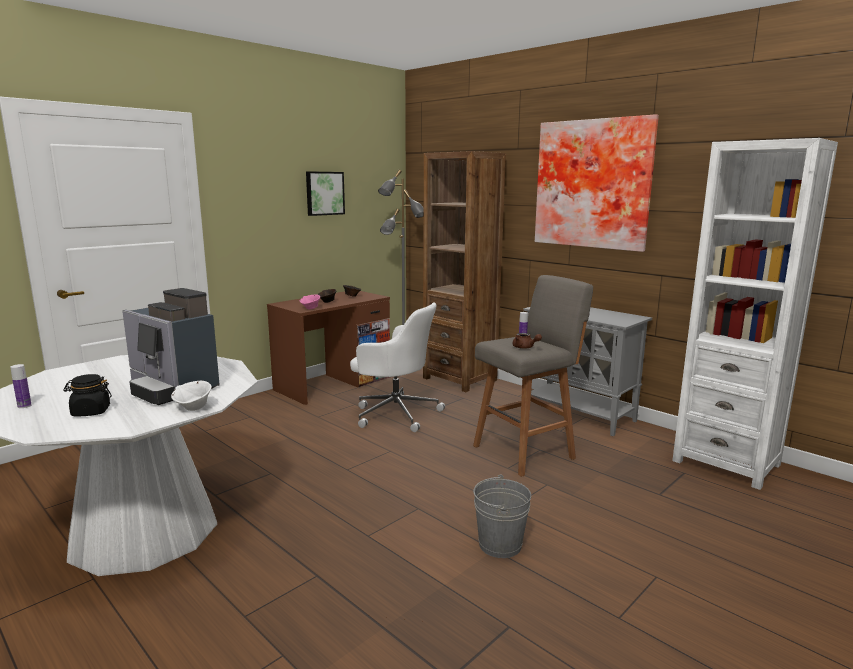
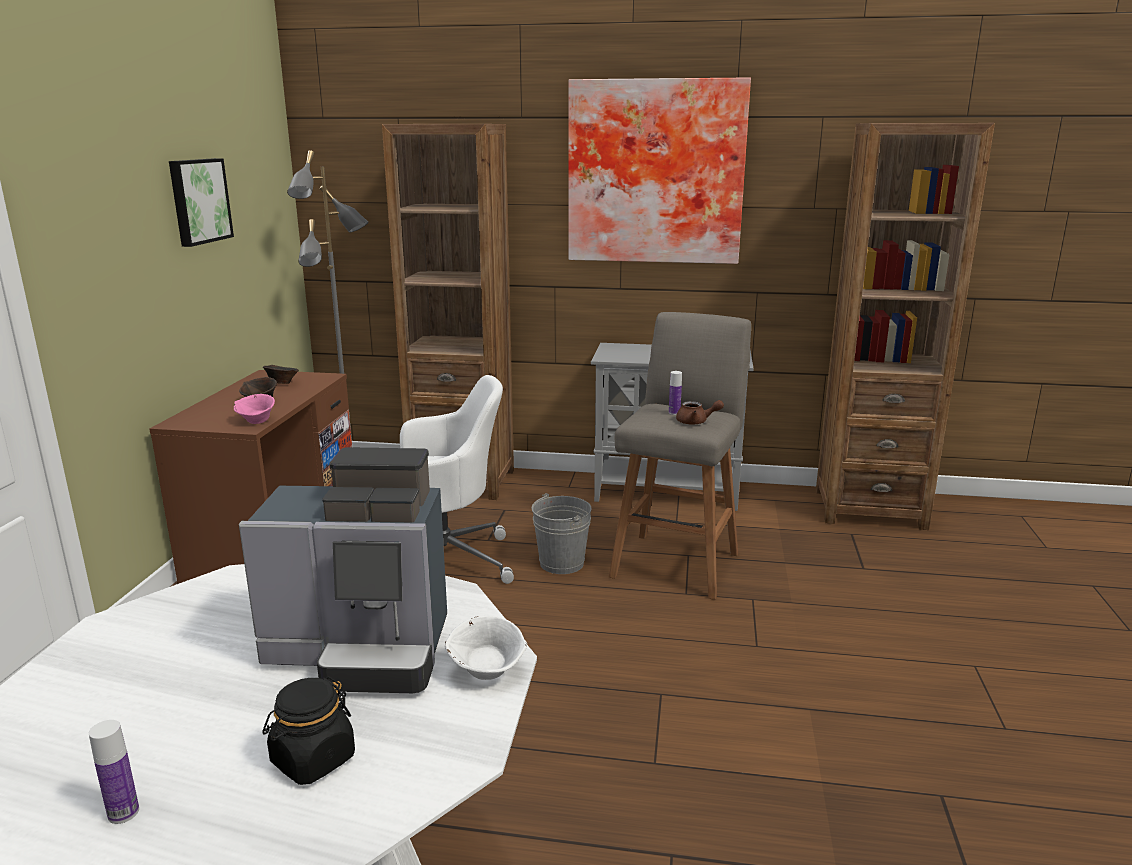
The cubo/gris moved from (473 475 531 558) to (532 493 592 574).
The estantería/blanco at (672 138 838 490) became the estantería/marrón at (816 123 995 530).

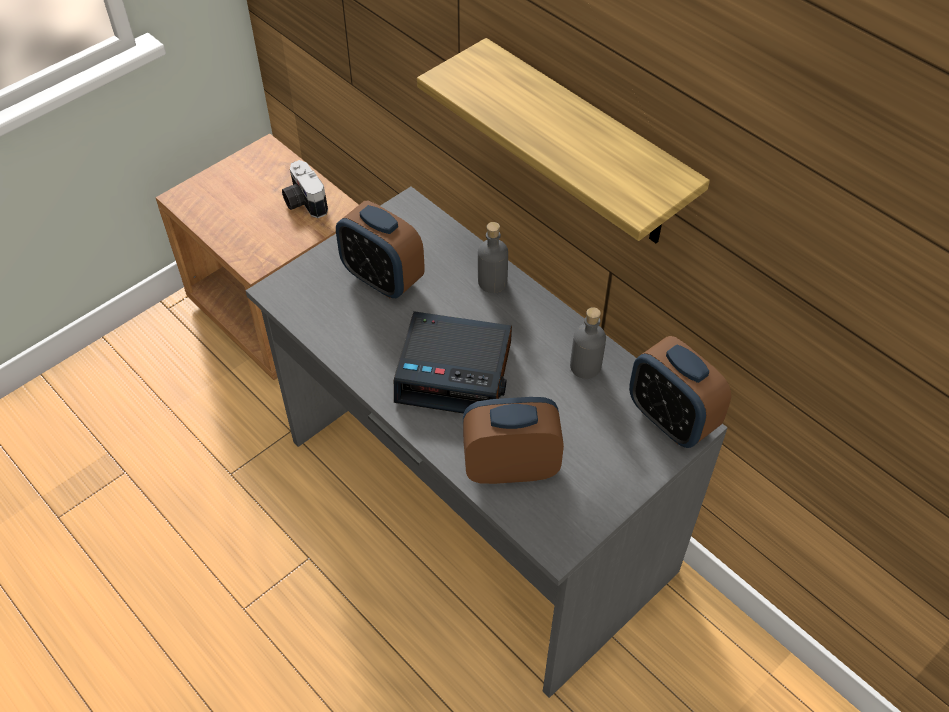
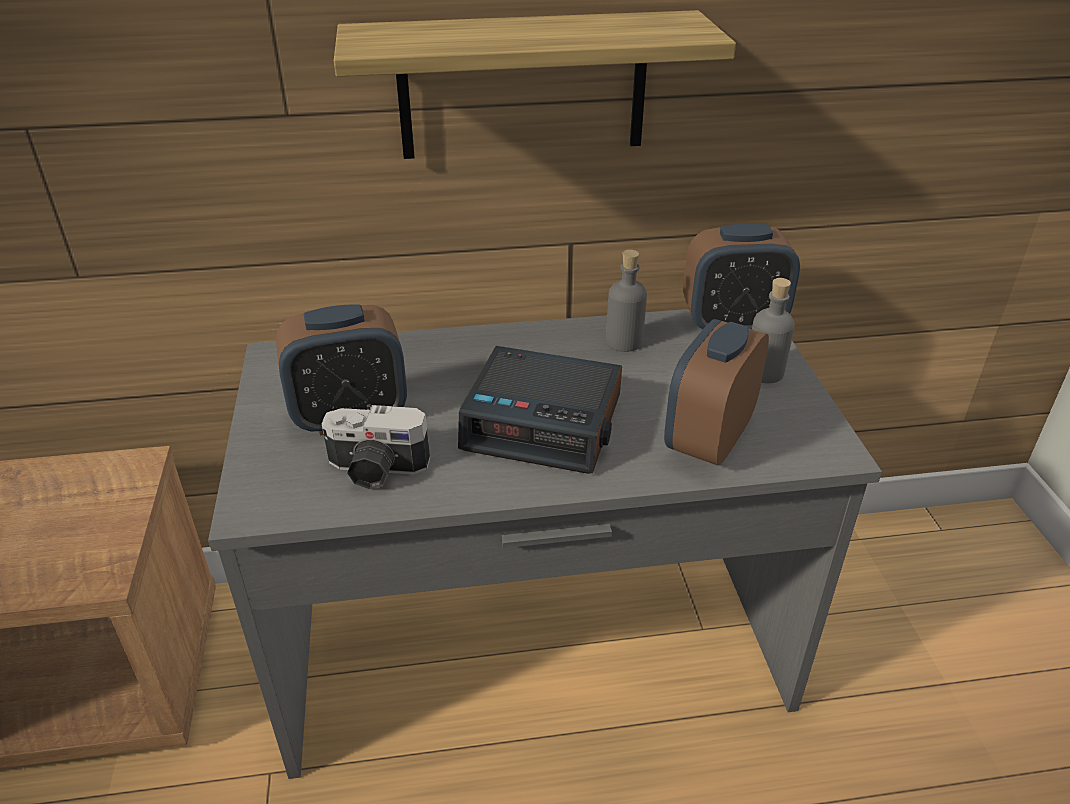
The cámara moved from (282 160 328 218) to (321 405 430 489).
The despertador at (394 311 512 414) turned 60 degrees clockwise.
The botella/gris moved from (478 222 508 293) to (752 278 795 383).

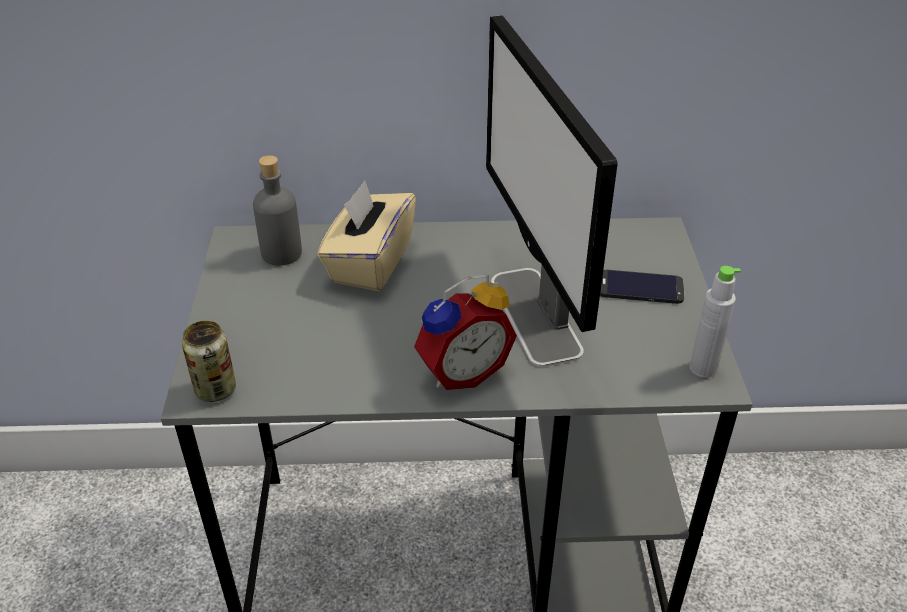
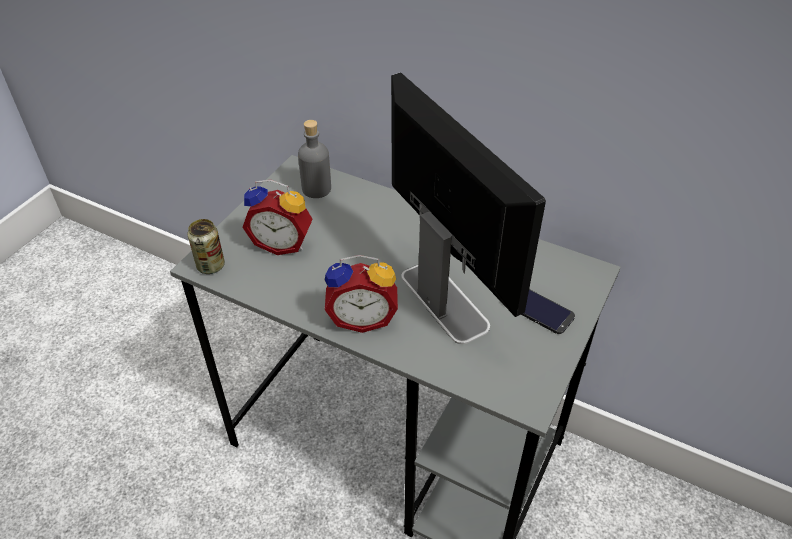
The despertador at (243 180 313 255) appeared.
The monitor at (486 15 618 367) turned 135 degrees clockwise.
The caja de pañuelos/beis at (317 180 416 291) disappeared.
The botella/gris at (689 266 741 378) disappeared.

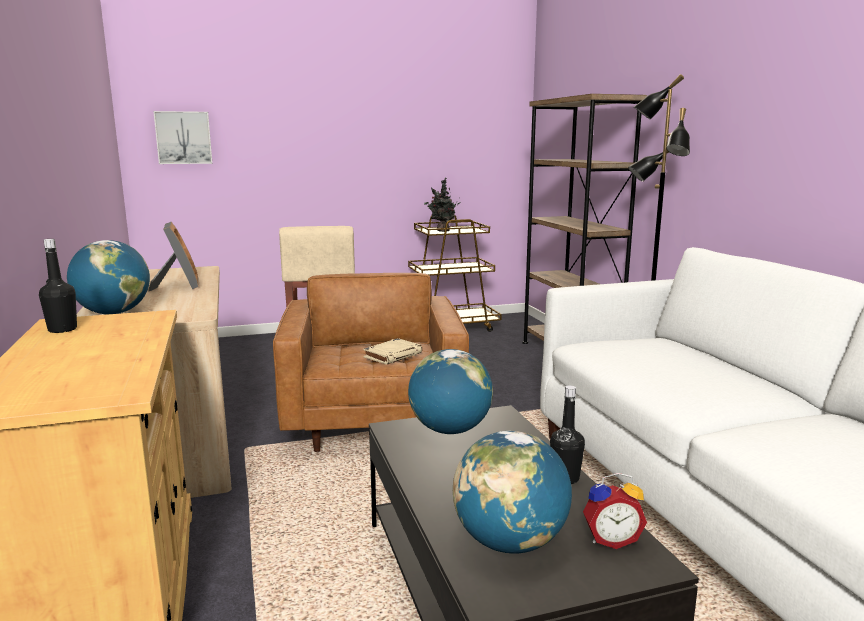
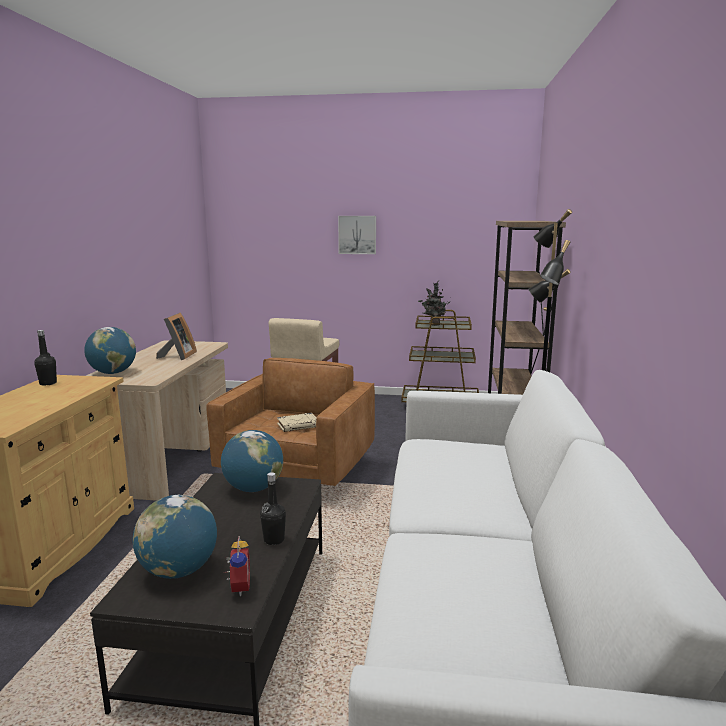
The despertador at (583 473 647 549) turned 120 degrees counterclockwise.
The cuadro moved from (153 111 212 164) to (338 216 376 254).

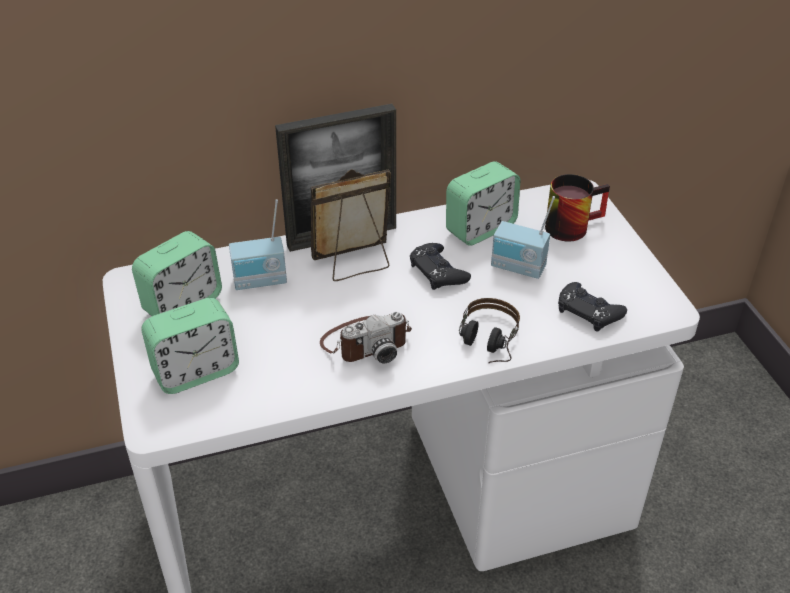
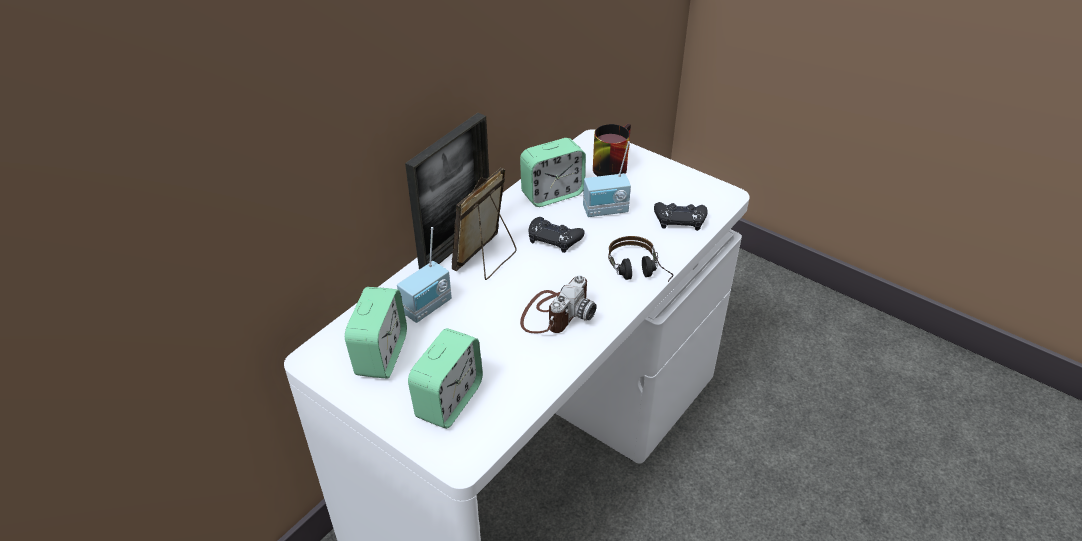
The despertador at (446 161 520 246) turned 45 degrees clockwise.

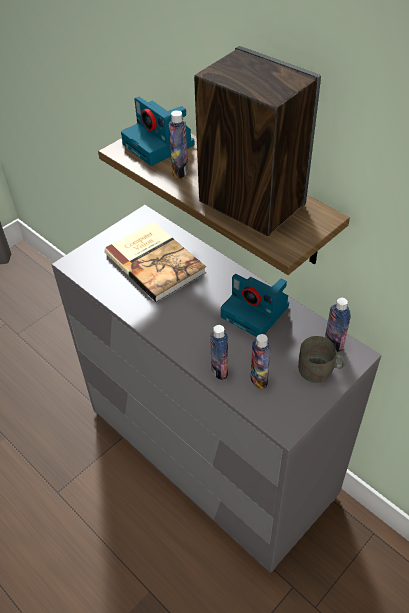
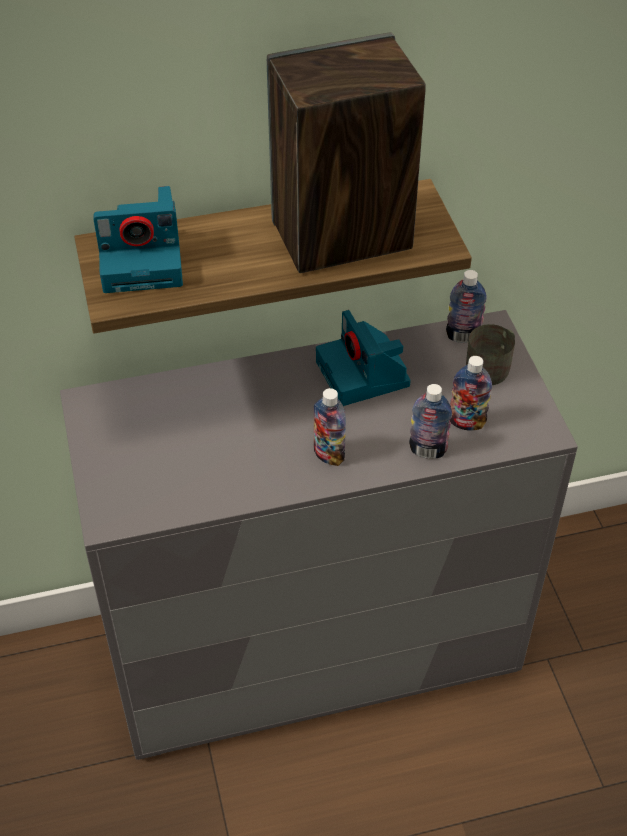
The botella moved from (169 110 188 178) to (314 388 346 466).
The cámara at (221 274 289 337) turned 90 degrees clockwise.
The libro at (104 222 206 302) disappeared.

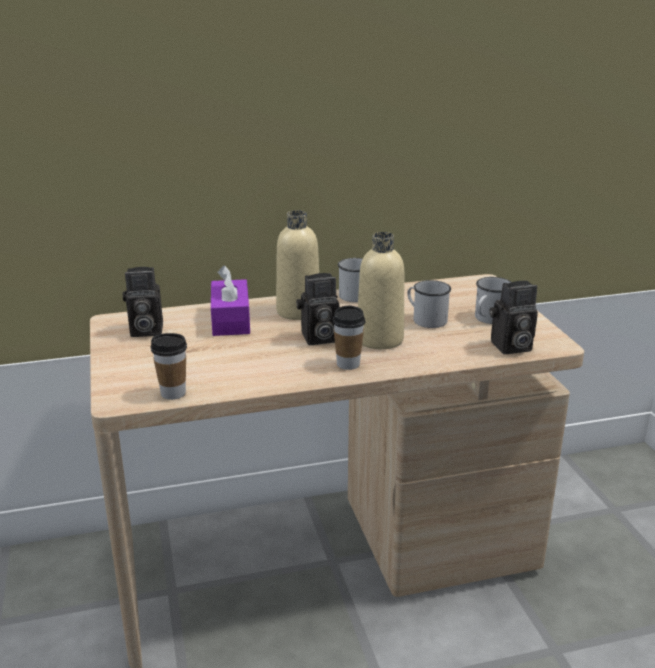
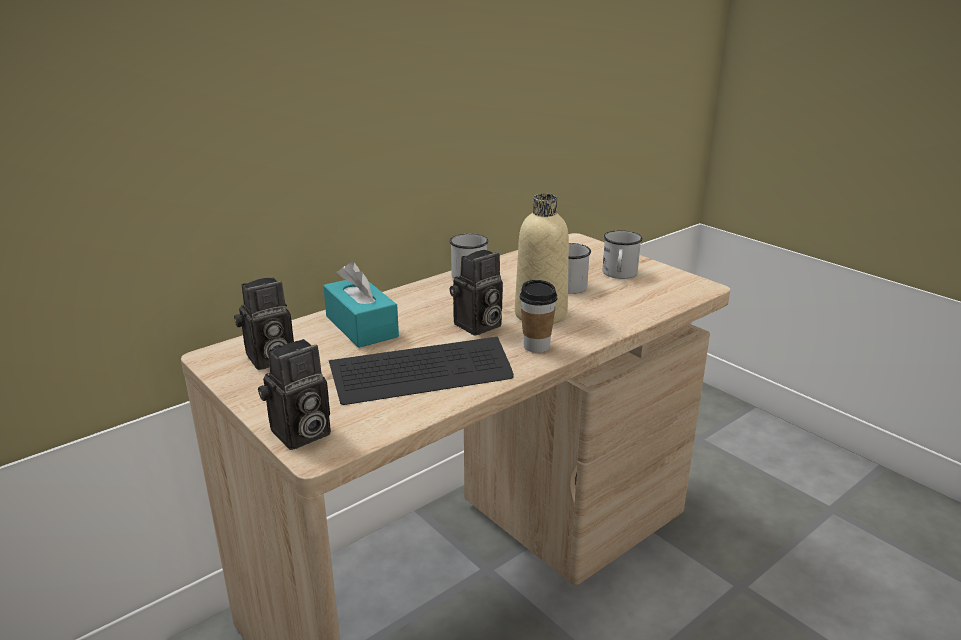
The cámara moved from (490 281 538 354) to (258 339 331 450).
The caja de pañuelos/morado at (211 265 250 336) became the caja de pañuelos/turquesa at (323 262 399 348).
The teclado at (329 337 514 405) appeared.
The taza at (151 333 187 400) disappeared.
The botella/beis at (276 210 319 320) disappeared.

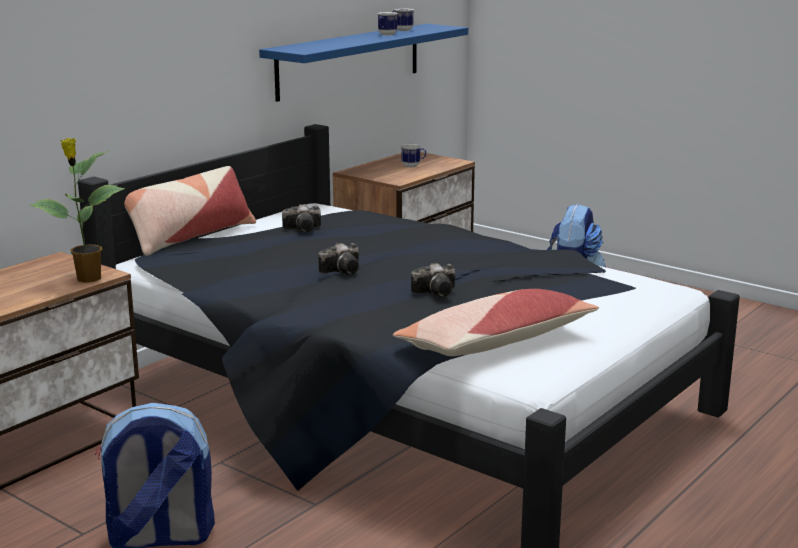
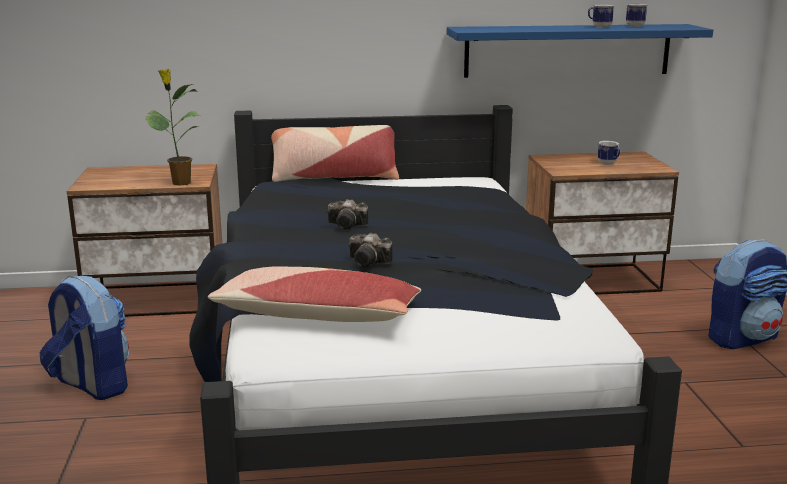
The cámara at (282 204 321 232) disappeared.

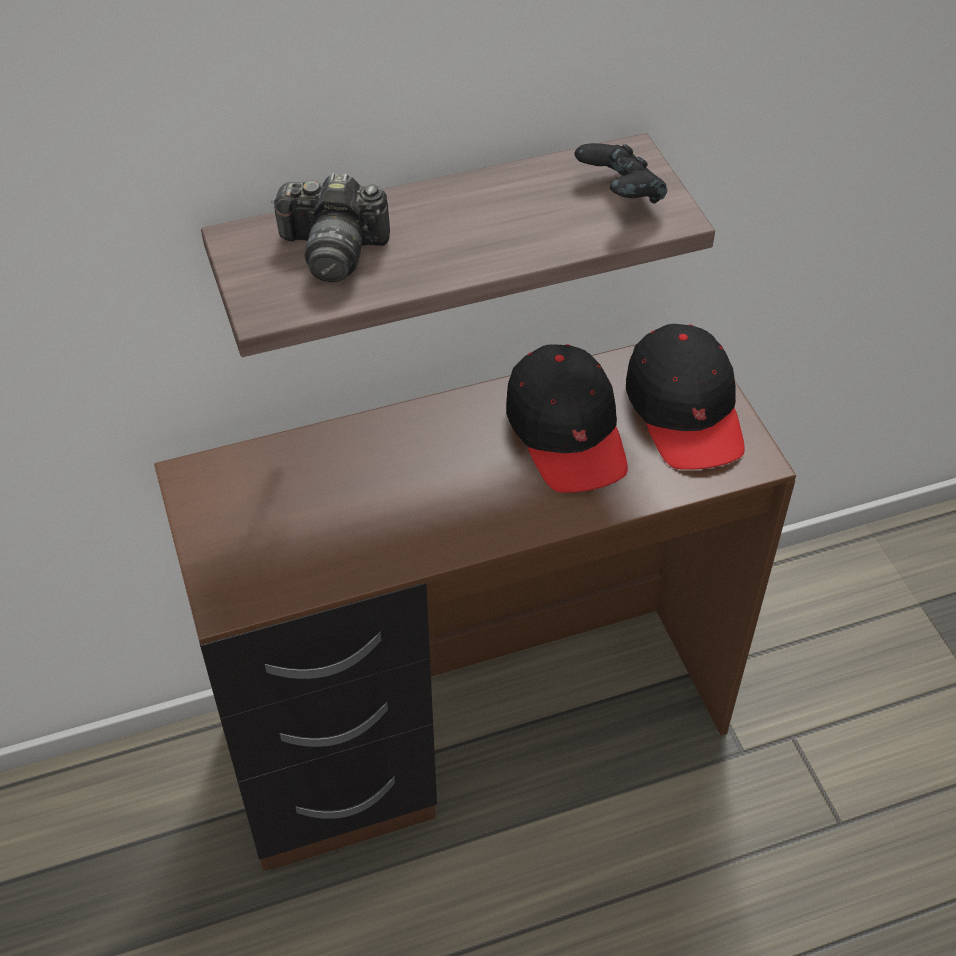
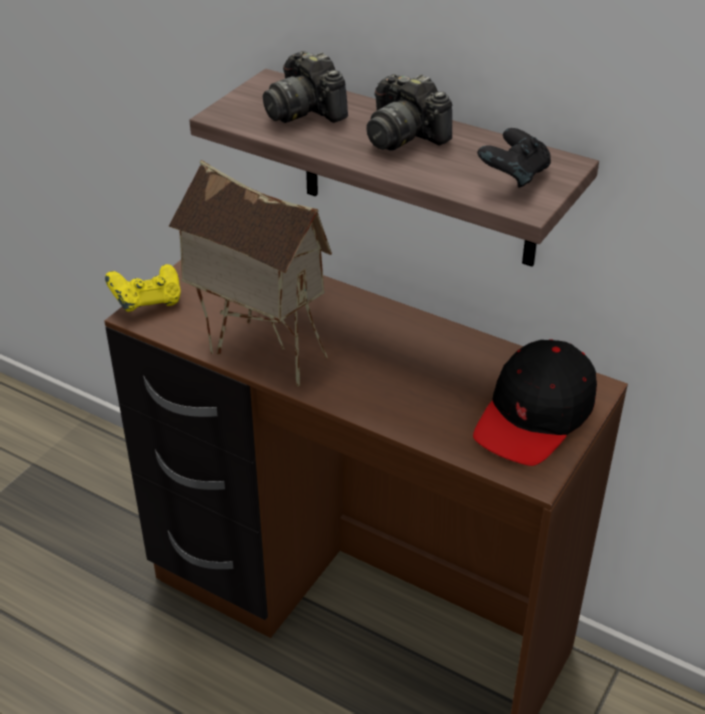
The mando de consola/amarillo at (105 264 181 312) appeared.
The casita at (168 160 332 387) appeared.
The cámara at (366 74 452 151) appeared.
The gorra/negro at (506 344 628 493) disappeared.

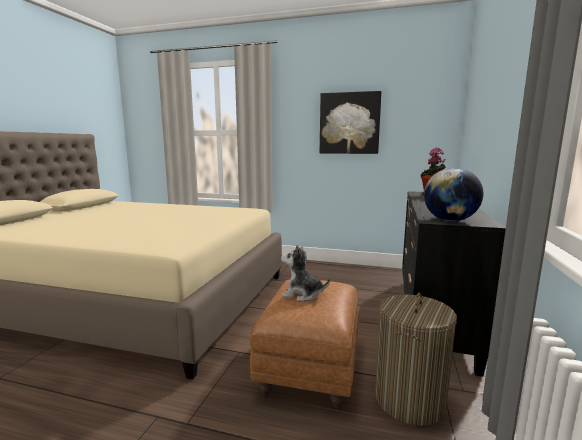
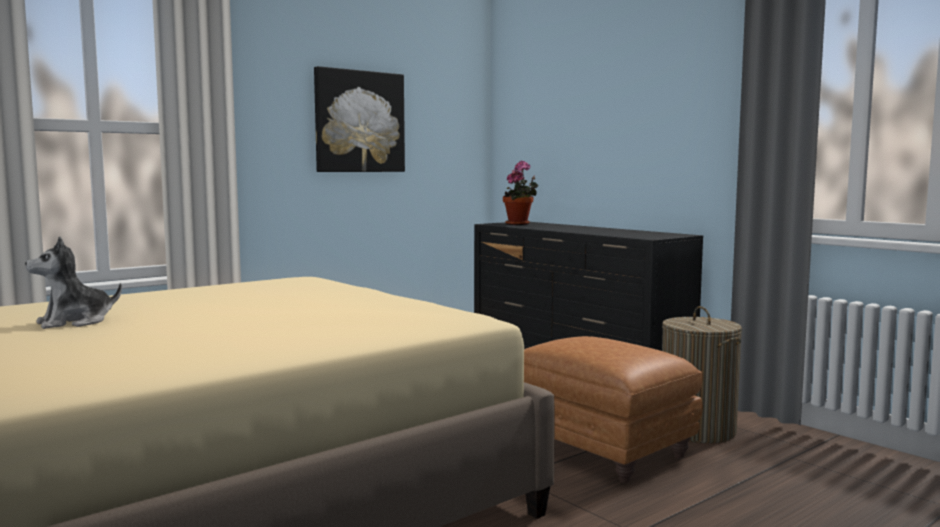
The peluche moved from (281 245 330 301) to (25 236 122 329).
The globo terráqueo at (424 167 483 221) disappeared.

